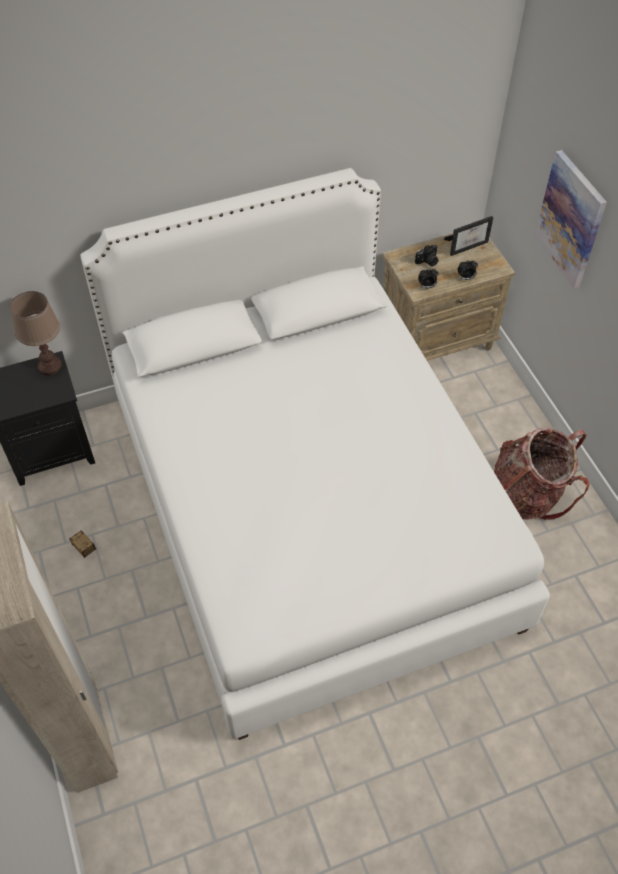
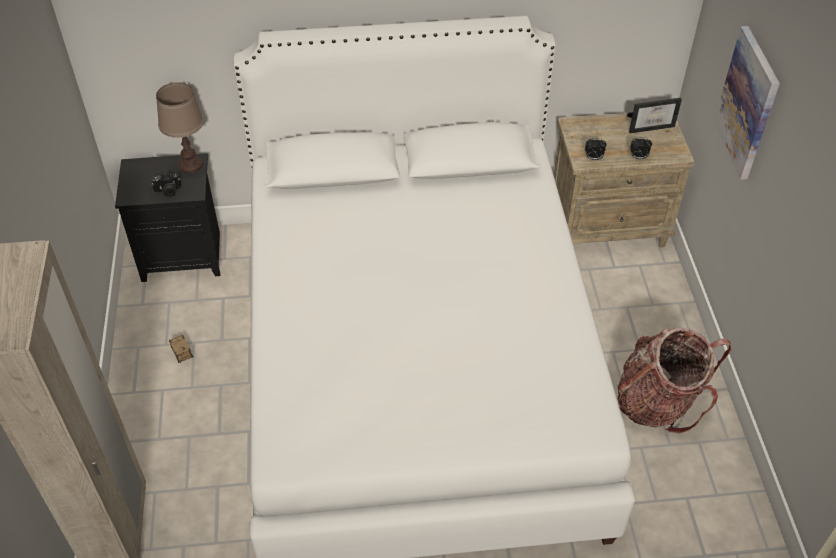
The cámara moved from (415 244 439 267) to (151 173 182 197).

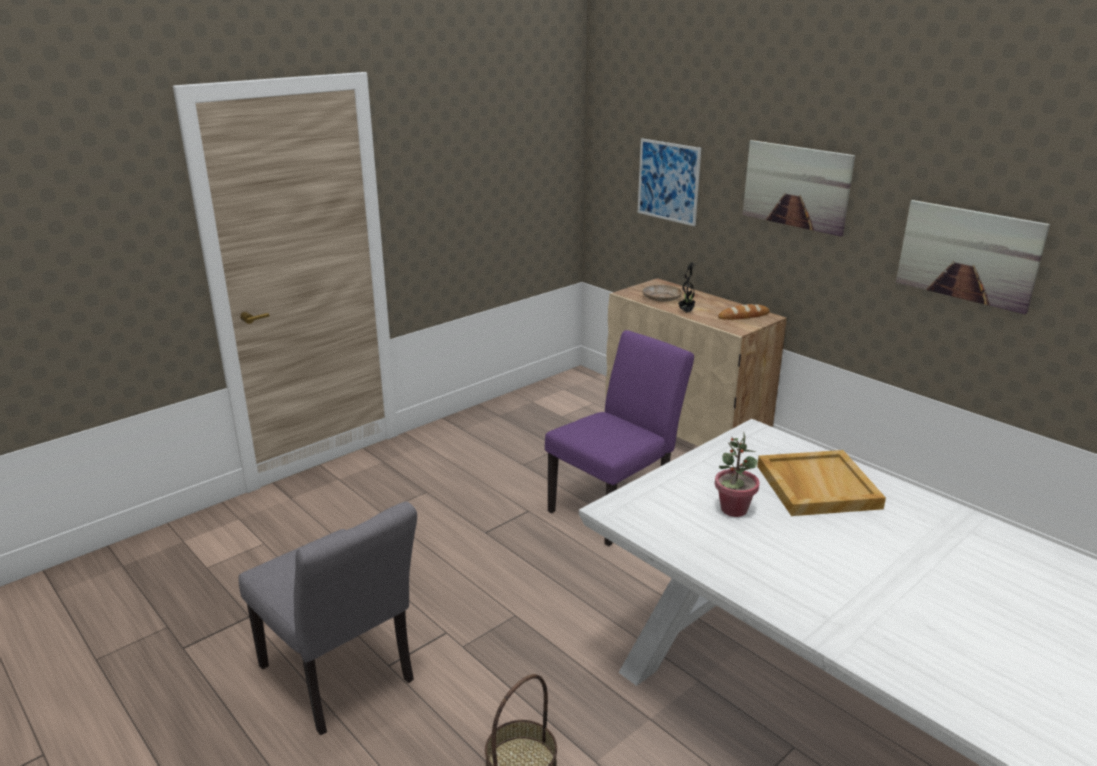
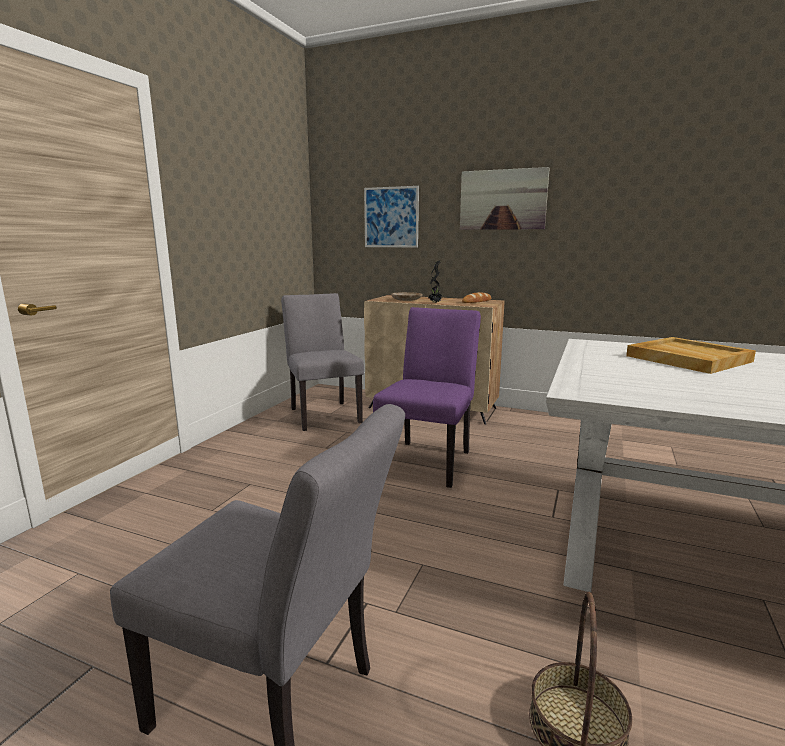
The silla/gris at (281 293 364 431) appeared.
The planta en maceta at (715 433 760 517) disappeared.
The cuadro at (896 200 1050 314) disappeared.

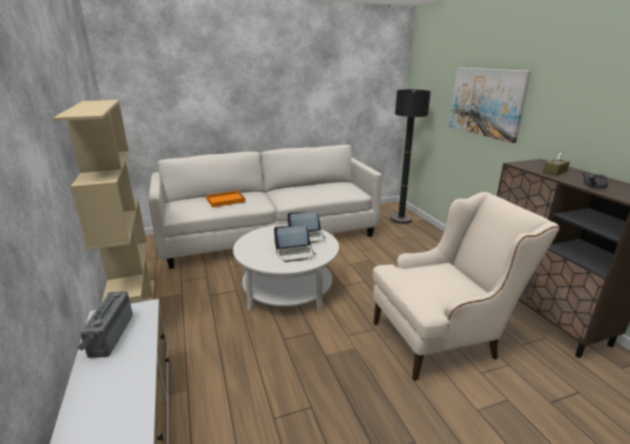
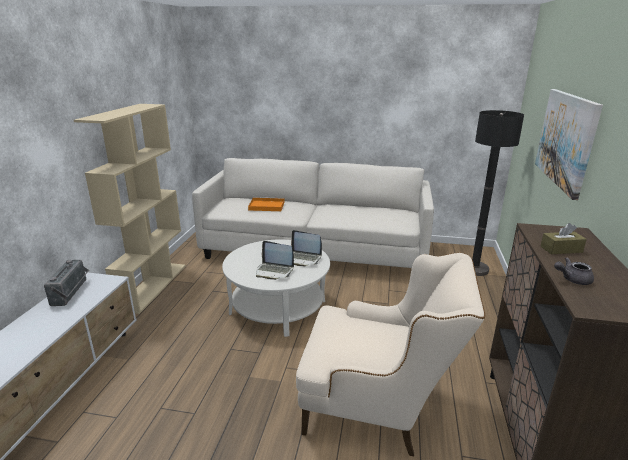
The radio at (78 291 133 358) turned 150 degrees clockwise.

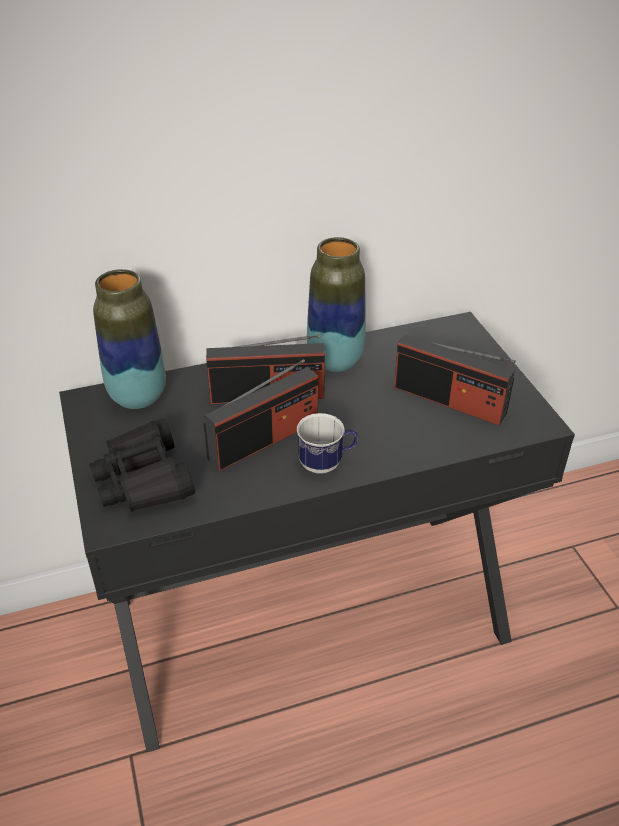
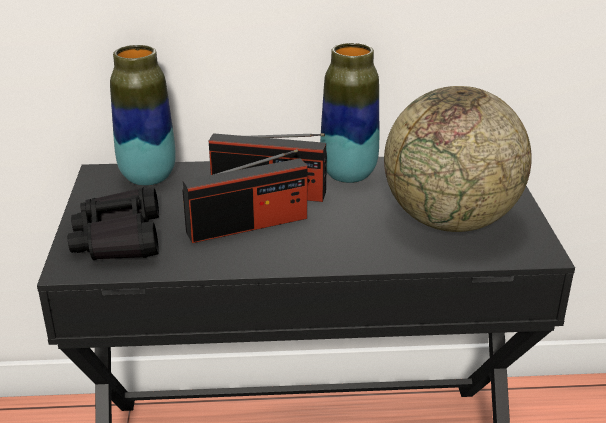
The radio at (394 334 515 426) was replaced by the globo terráqueo at (384 86 532 232).
The taza grande at (297 413 358 474) disappeared.

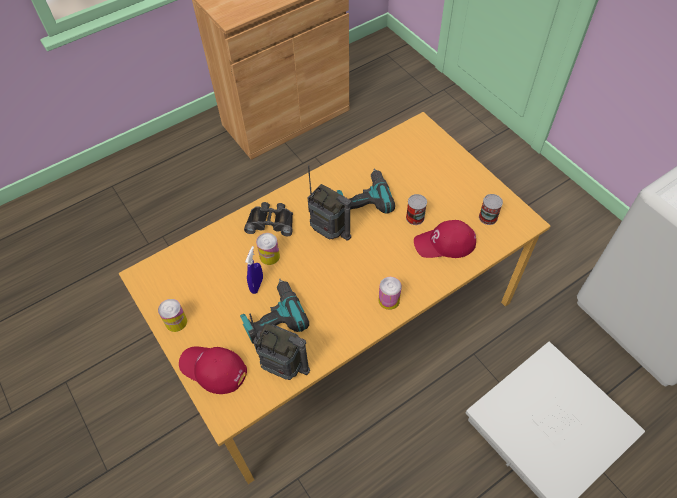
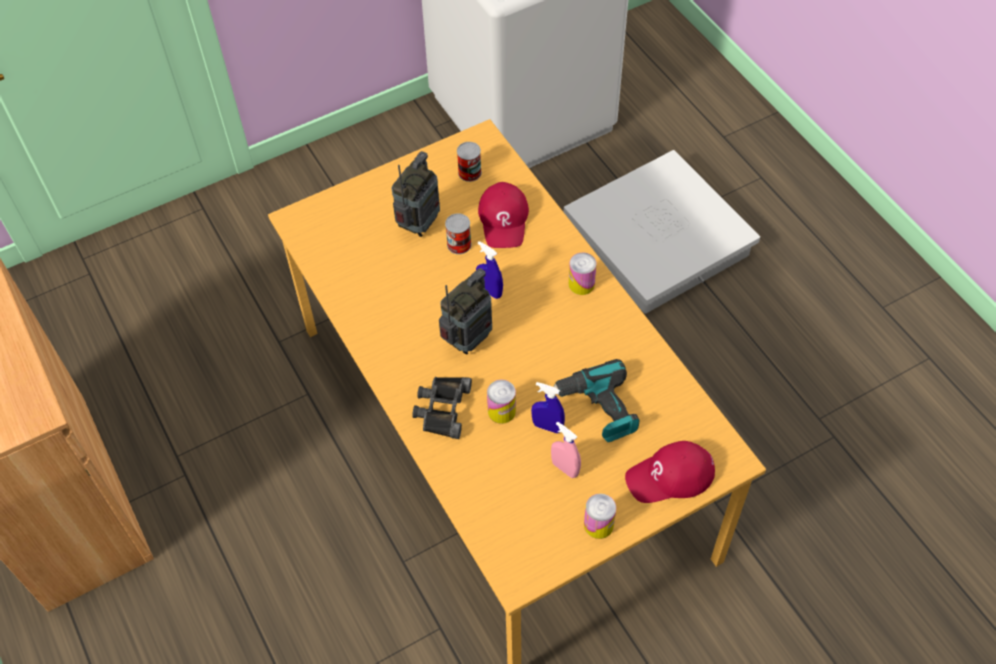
The radio moved from (249 313 310 380) to (392 151 440 237).
The pulverizador/azul at (476 241 503 299) appeared.
The pulverizador/rosa at (551 422 581 478) appeared.
The gorra/rojo at (179 346 247 394) turned 45 degrees clockwise.
The taladro at (337 168 395 214) disappeared.

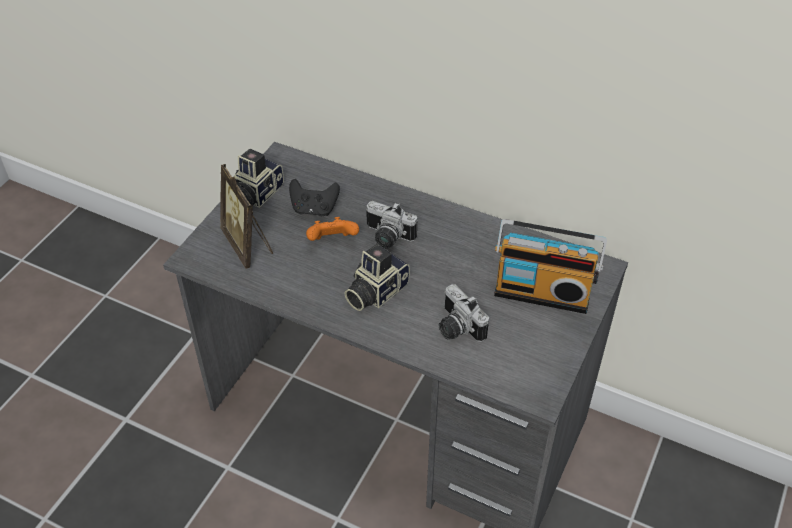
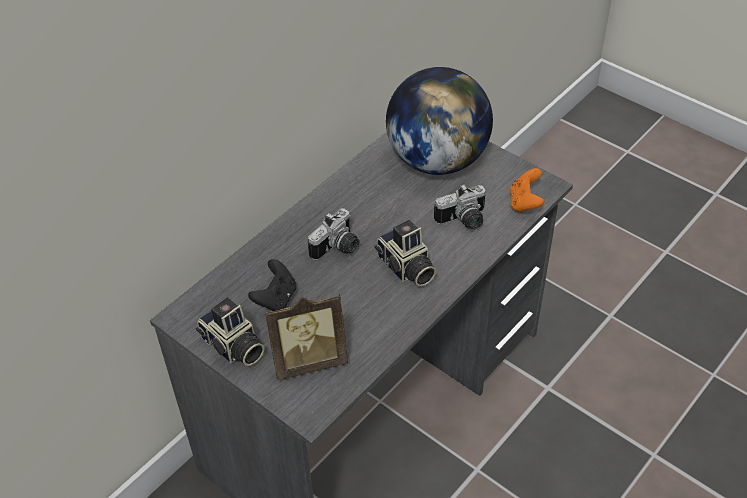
The radio at (494 219 607 314) was replaced by the globo terráqueo at (386 67 493 175).
The mando de consola/naranja moved from (306 217 359 241) to (510 168 545 213).

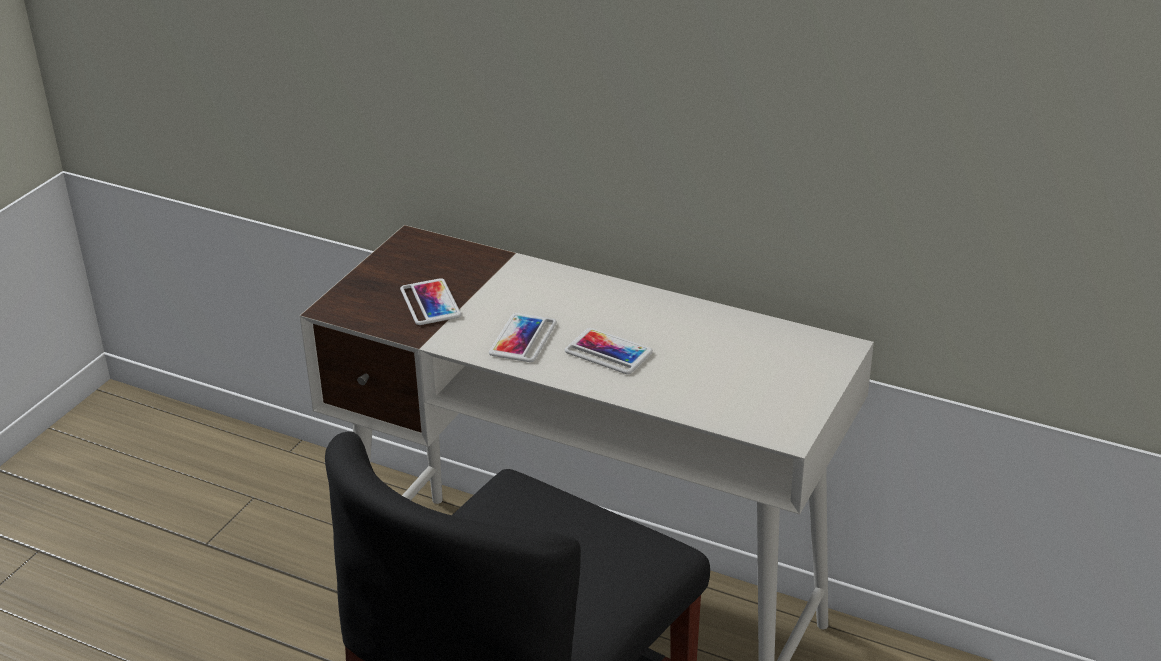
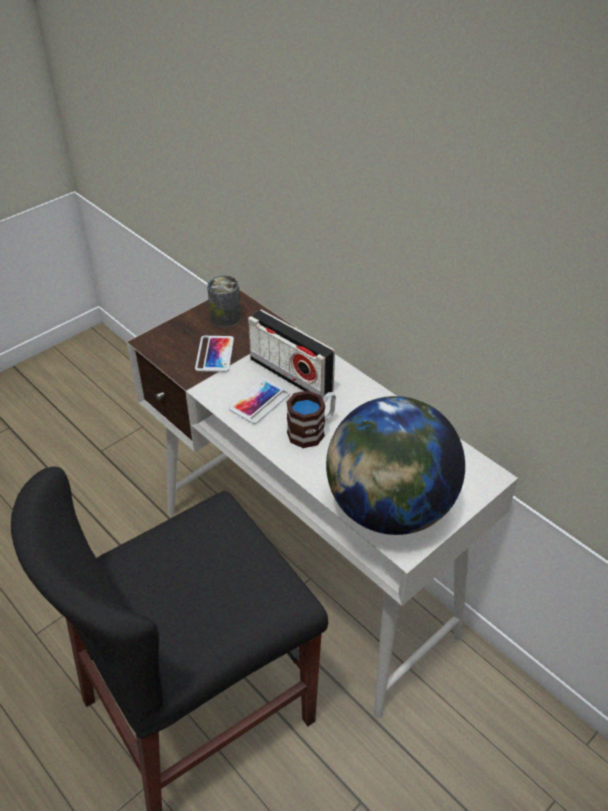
The lata at (207 275 241 328) appeared.
The radio at (248 309 335 398) appeared.
The móvil at (565 328 653 374) was replaced by the taza grande at (286 390 336 448).
The globo terráqueo at (326 396 465 535) appeared.

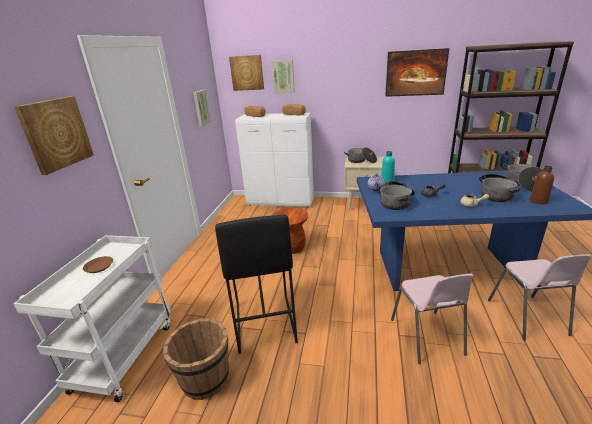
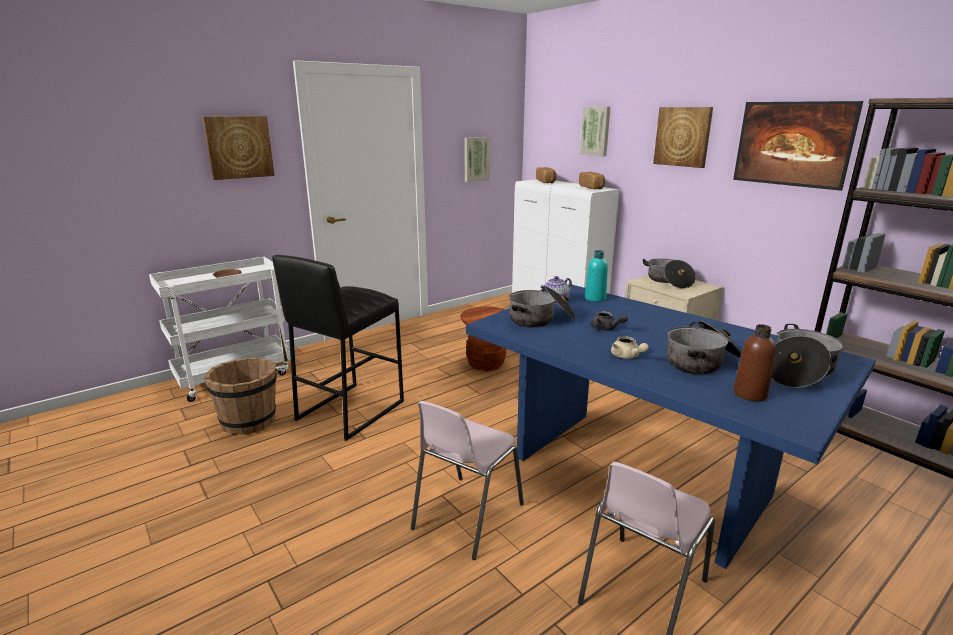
The cuadro moved from (229 55 264 91) to (653 107 713 168).

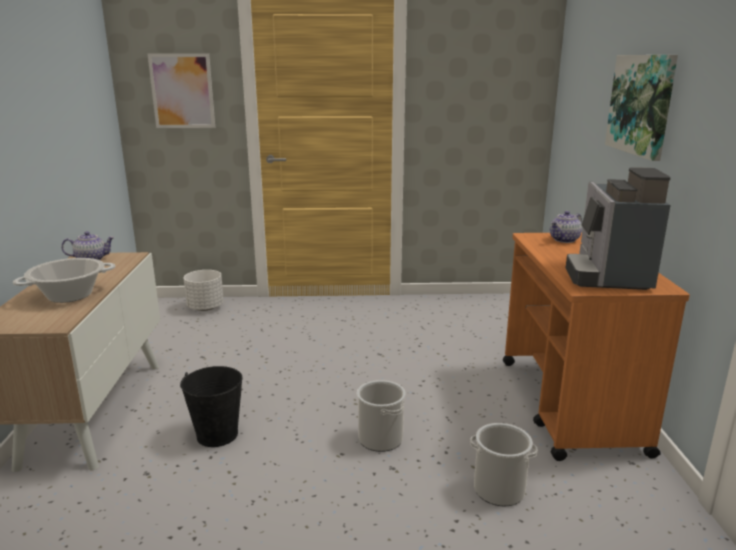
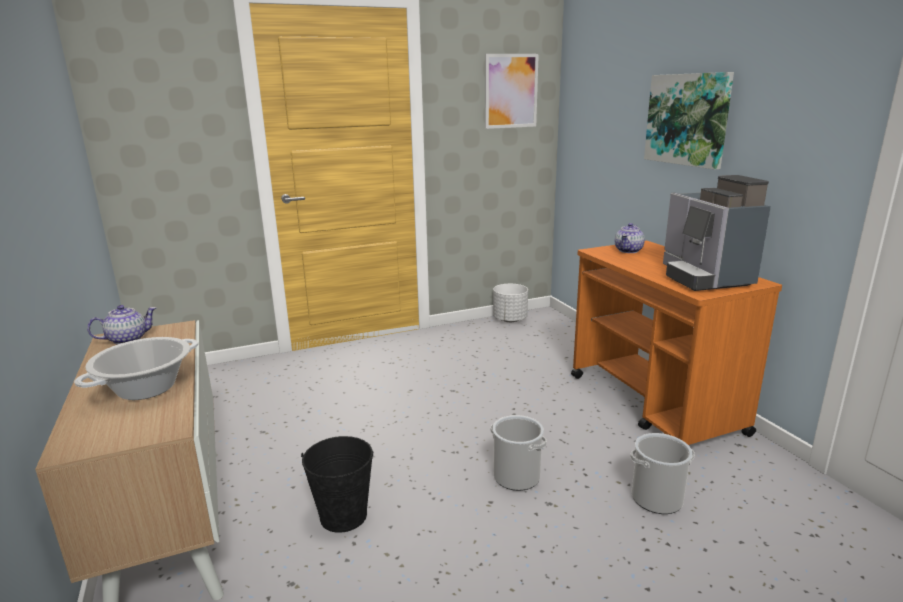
The cuadro moved from (148 54 215 128) to (485 54 539 129).
The maceta/blanco moved from (183 270 224 311) to (493 284 528 322).

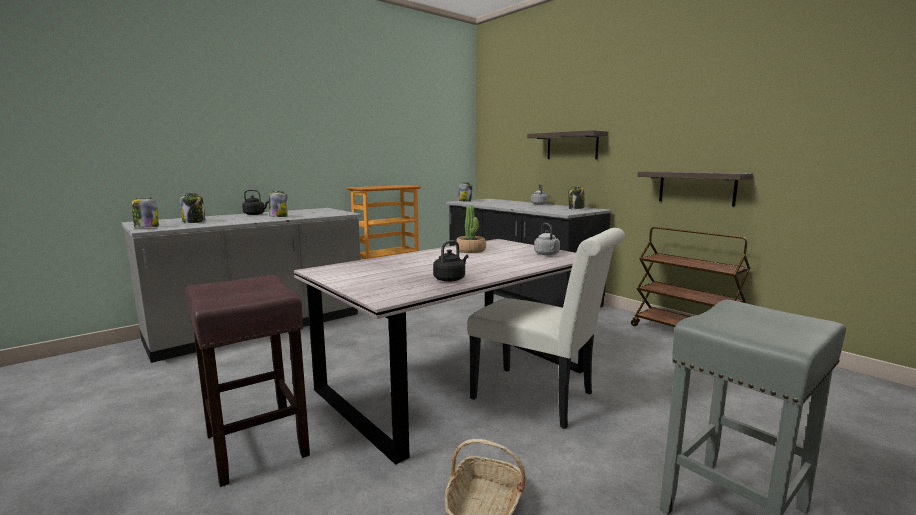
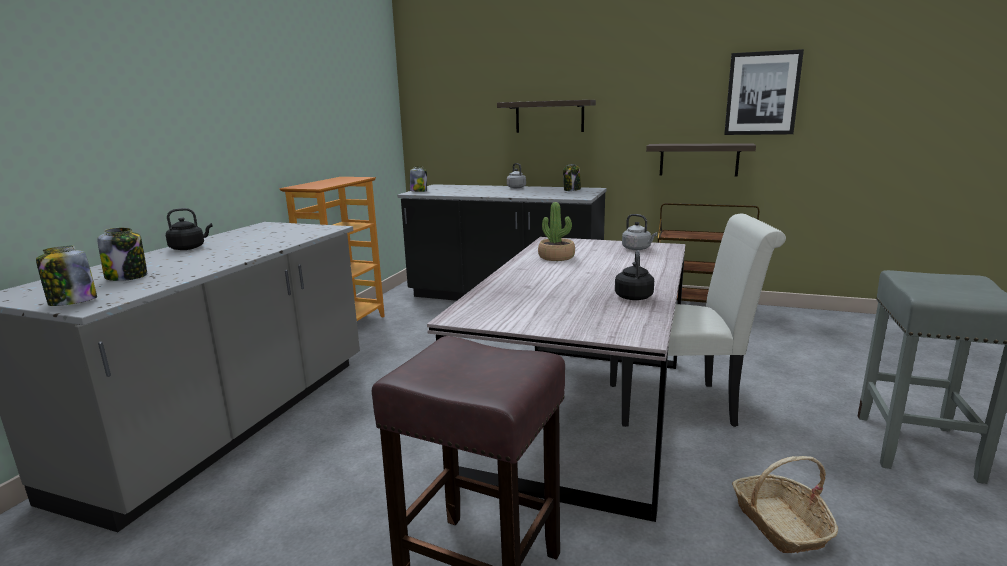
The cuadro at (724 49 804 135) appeared.
The tarro at (269 191 288 217) disappeared.

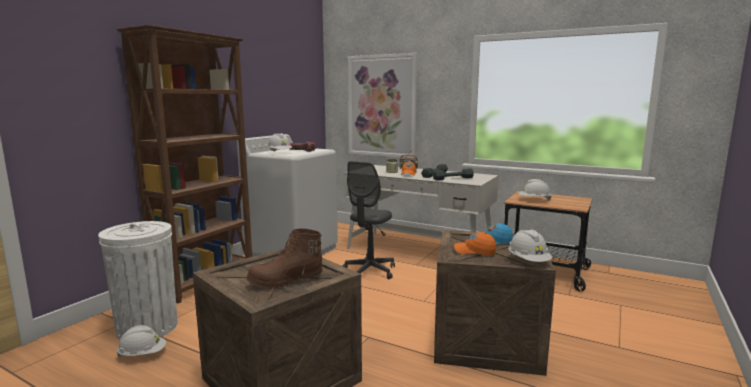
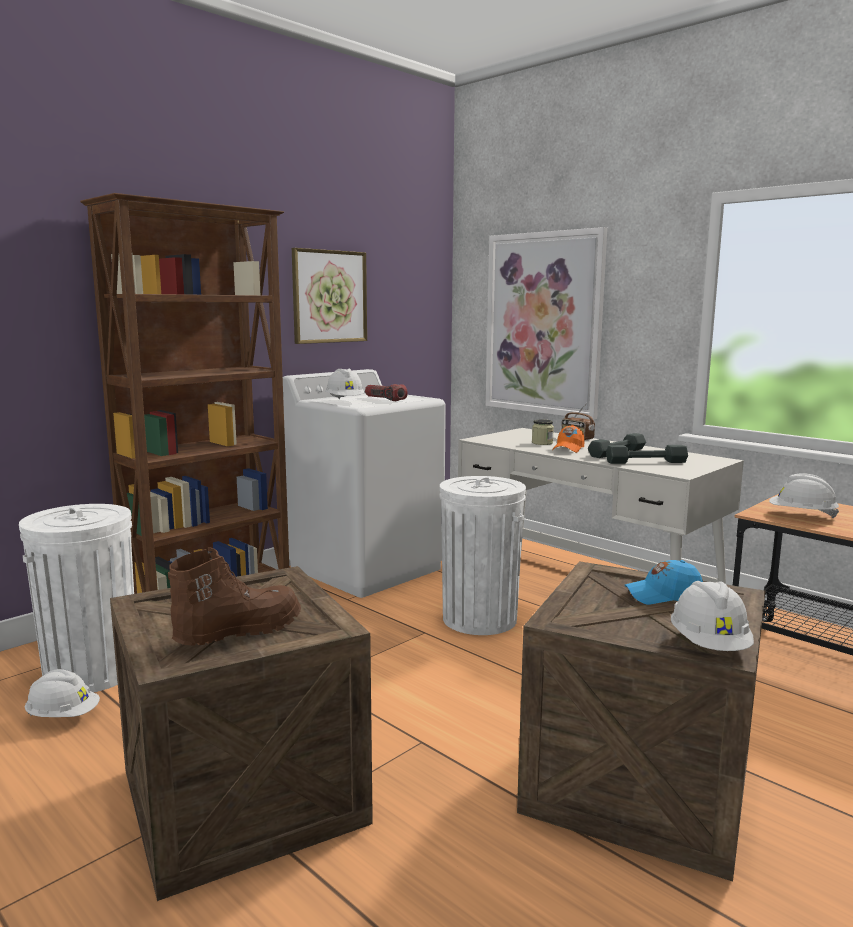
The bota/marrón at (246 228 323 289) turned 150 degrees clockwise.
The cuadro at (292 248 367 344) appeared.
The silla de oficina/gris at (343 161 395 279) was replaced by the papelera/blanco at (440 476 526 635).
The gorra/naranja at (454 232 496 256) disappeared.

